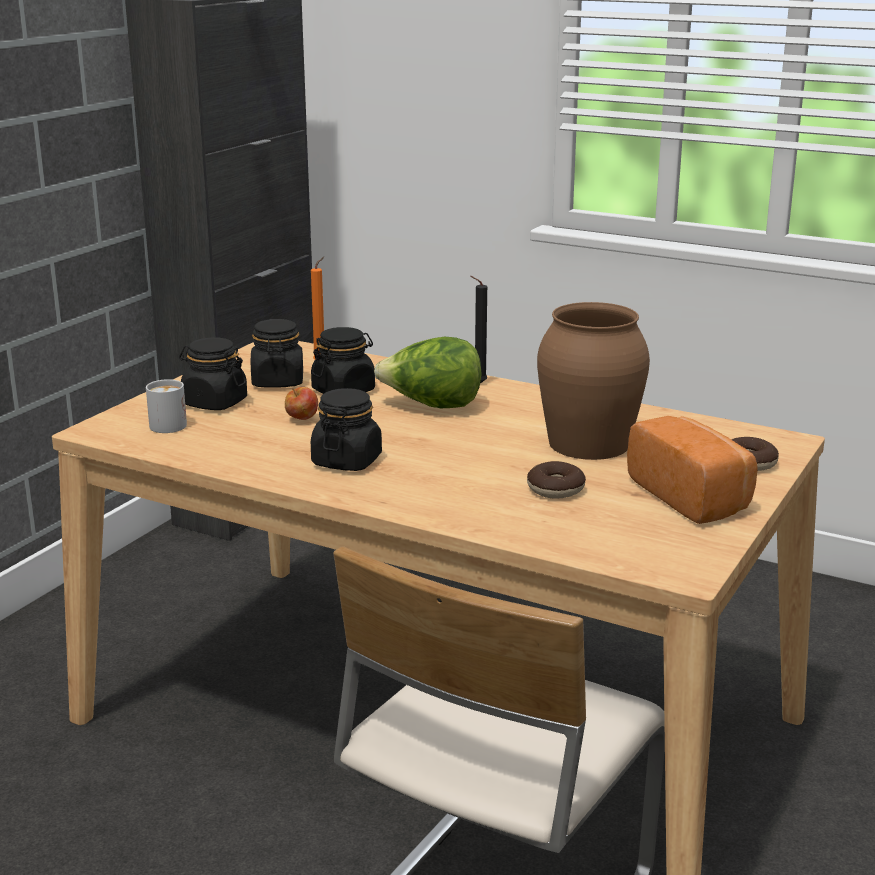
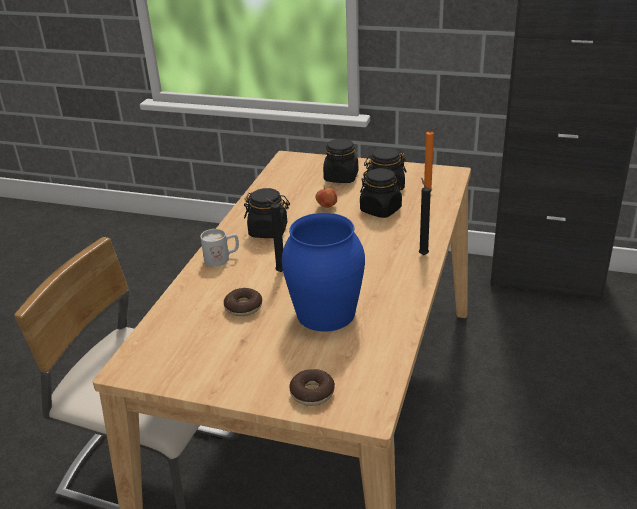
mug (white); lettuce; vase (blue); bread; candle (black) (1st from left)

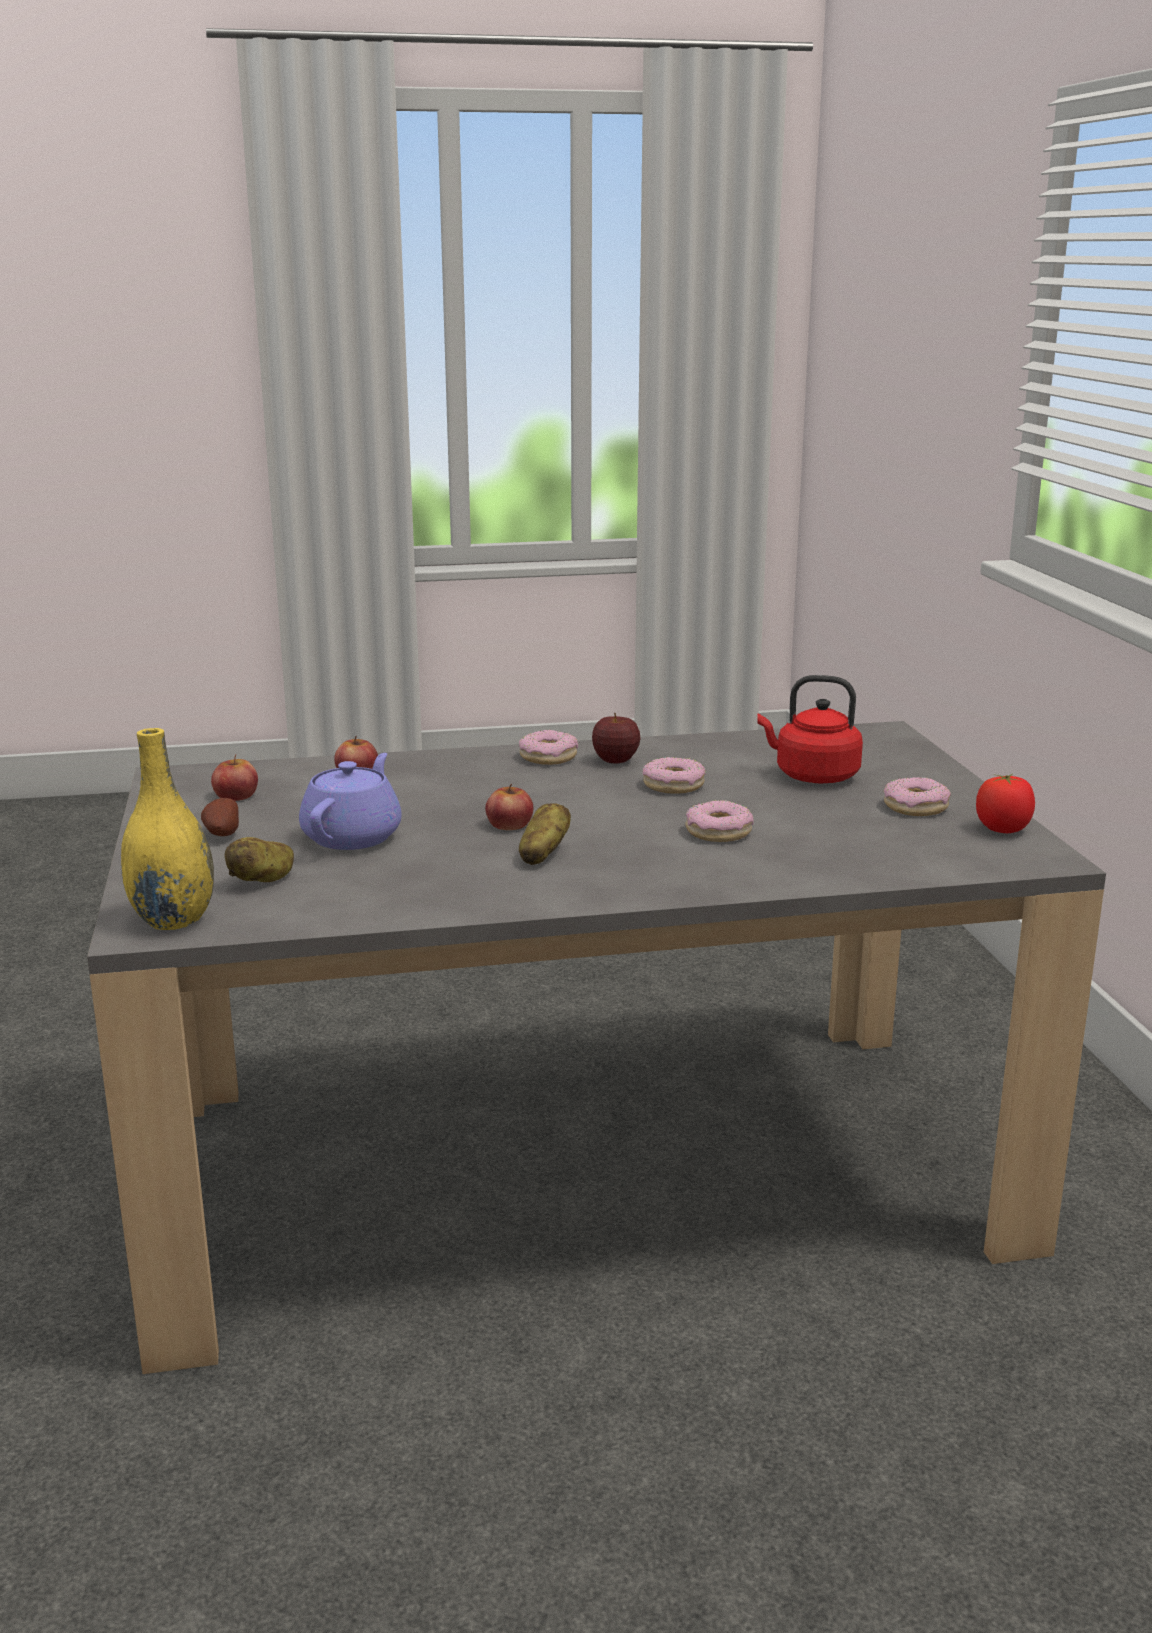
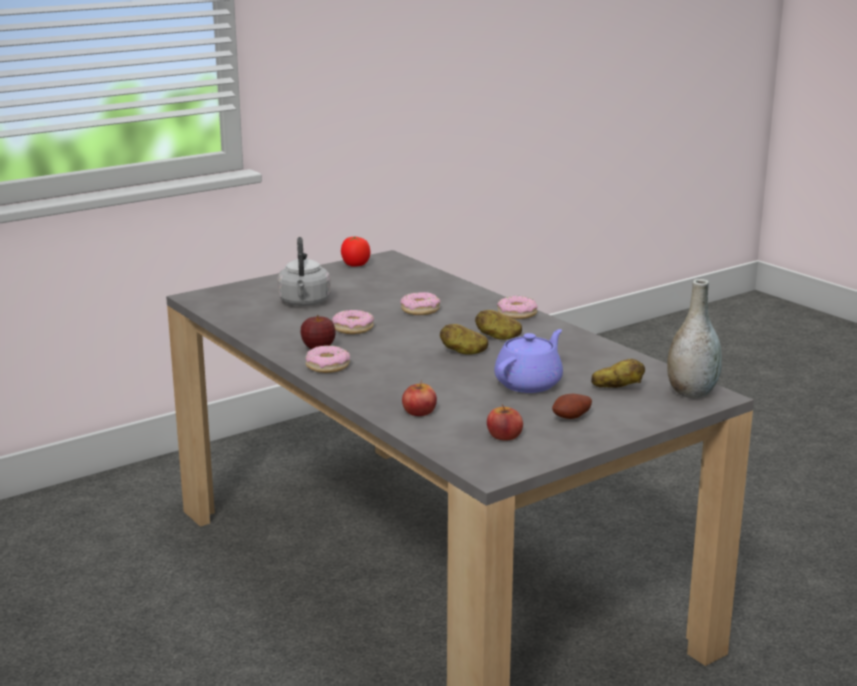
vase (grey); teapot (purple); potato (1st from left); kettle (grey); donut (4th from left)

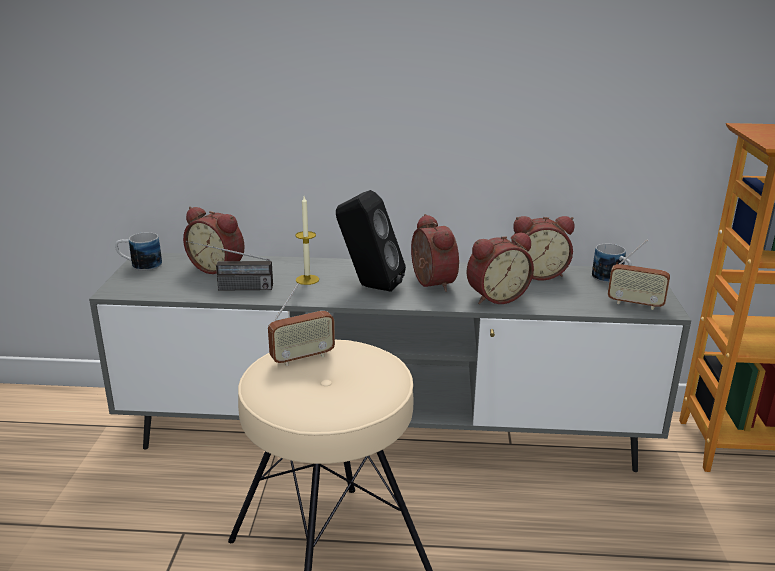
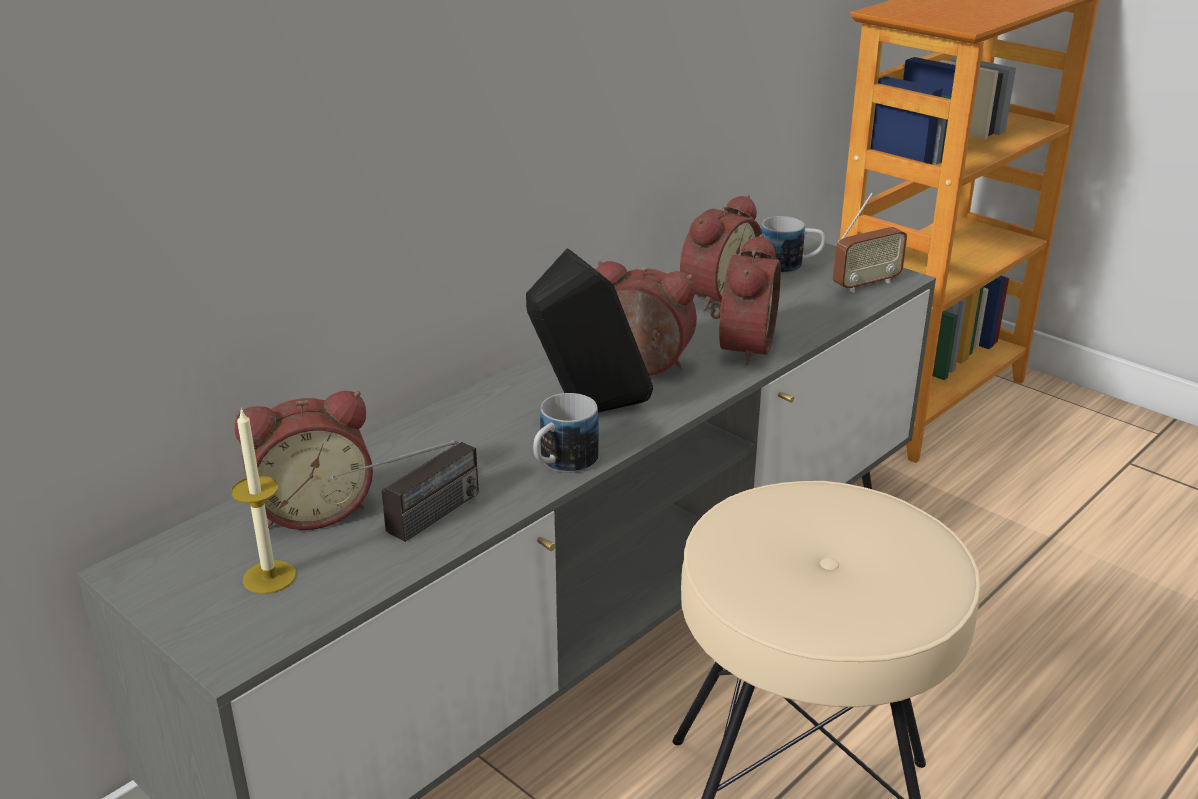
mug (1st from left); radio (2nd from left in the first image); candle

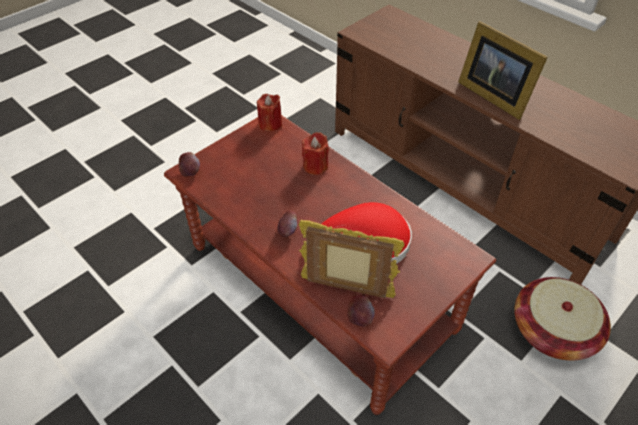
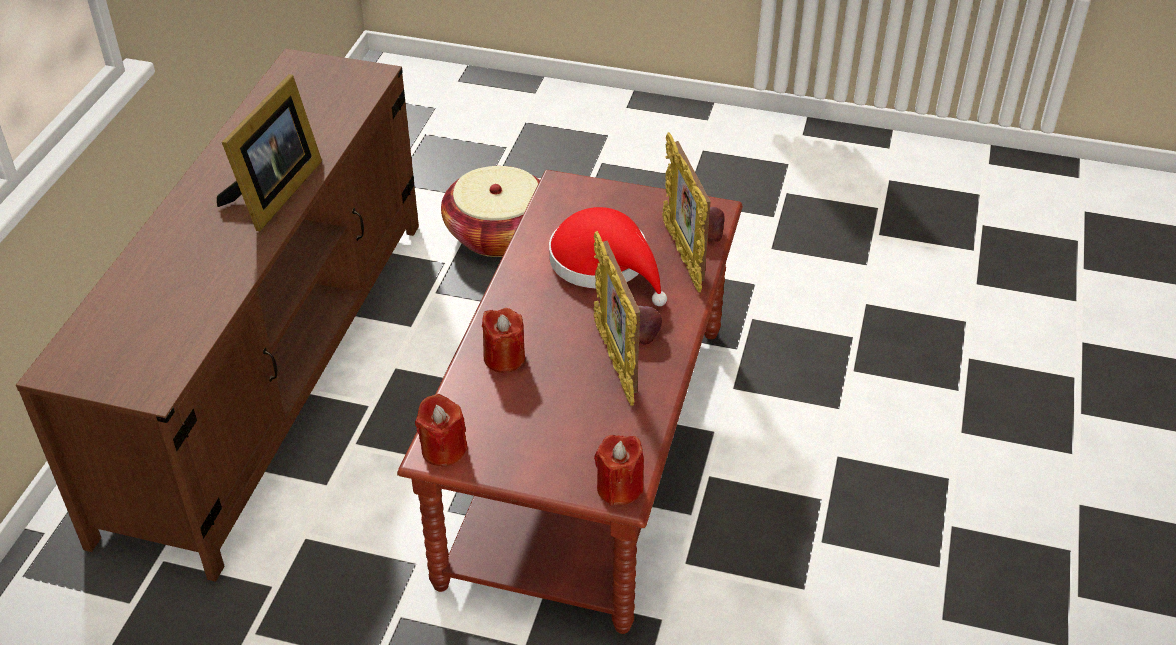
candle (red) (3rd from left); picture frame (2nd from left)

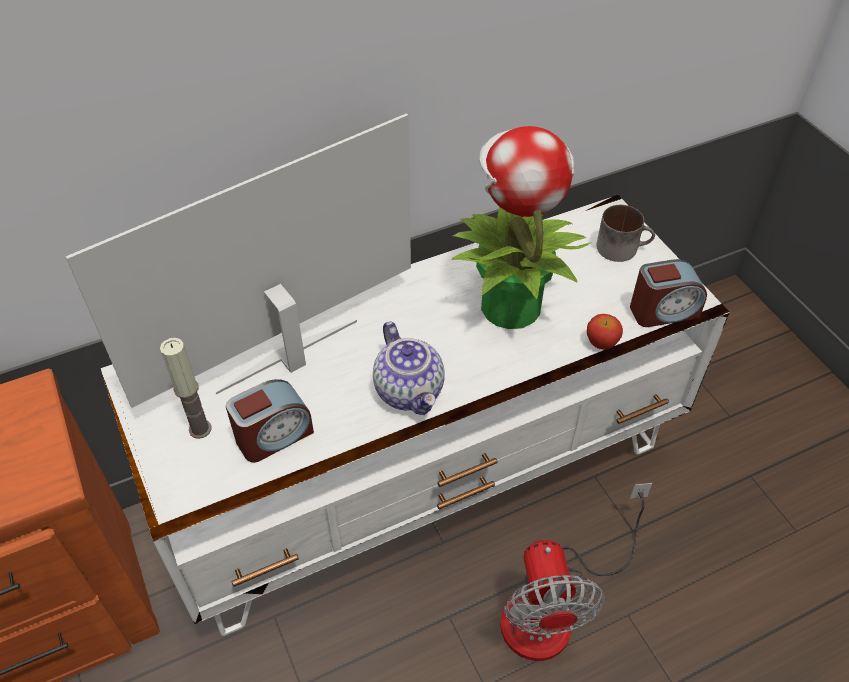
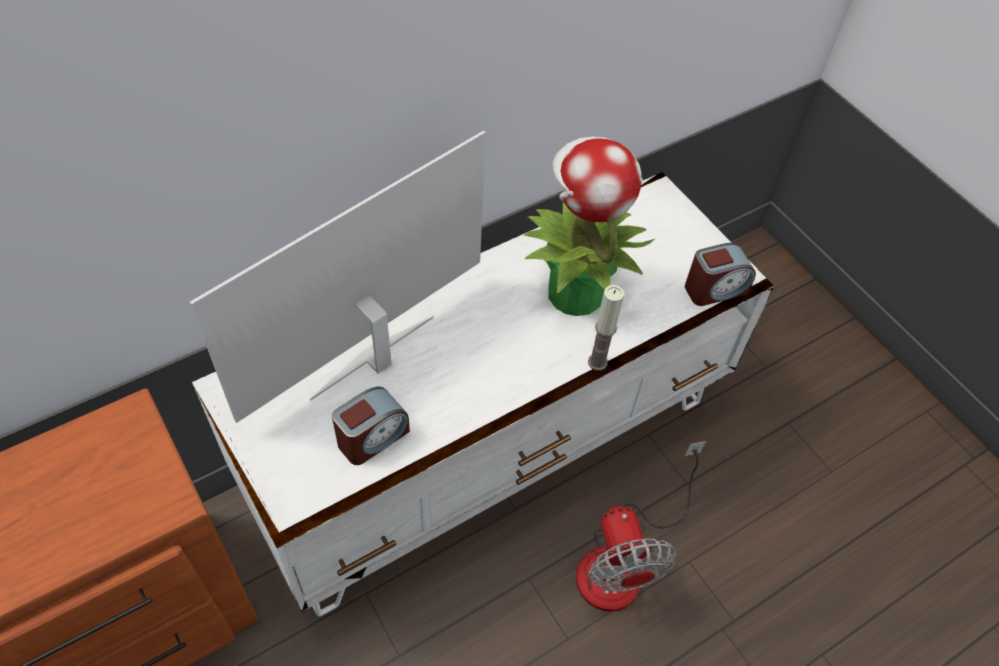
candle; teapot; apple; mug

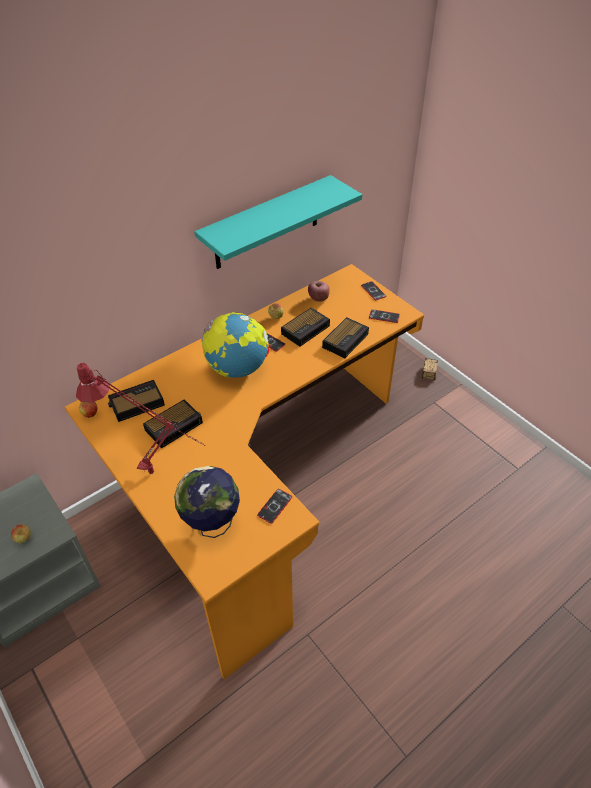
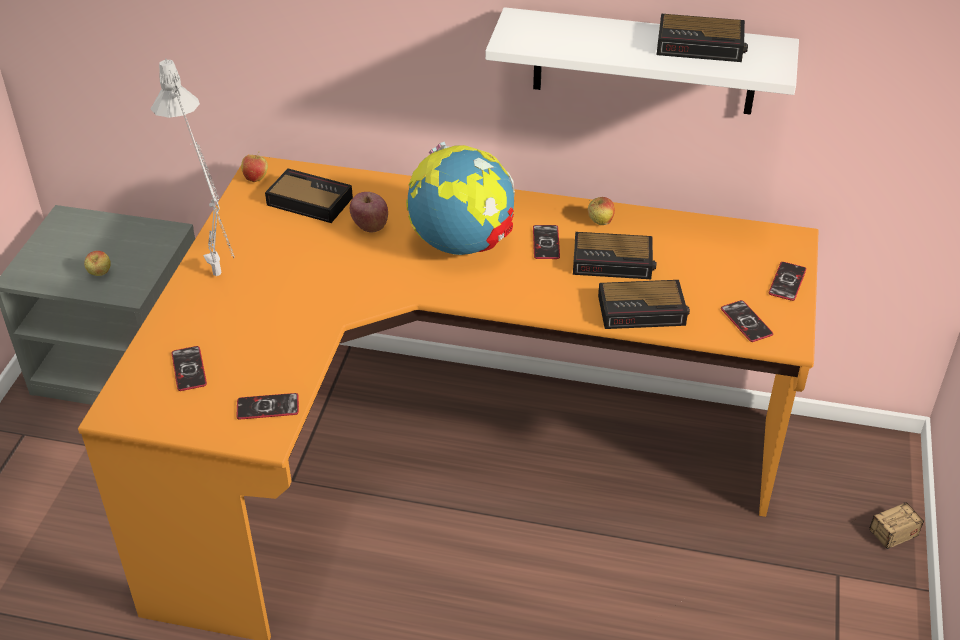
table lamp (grey); alarm clock (4th from left); phone (1st from left); shelf (white); apple (3rd from left)

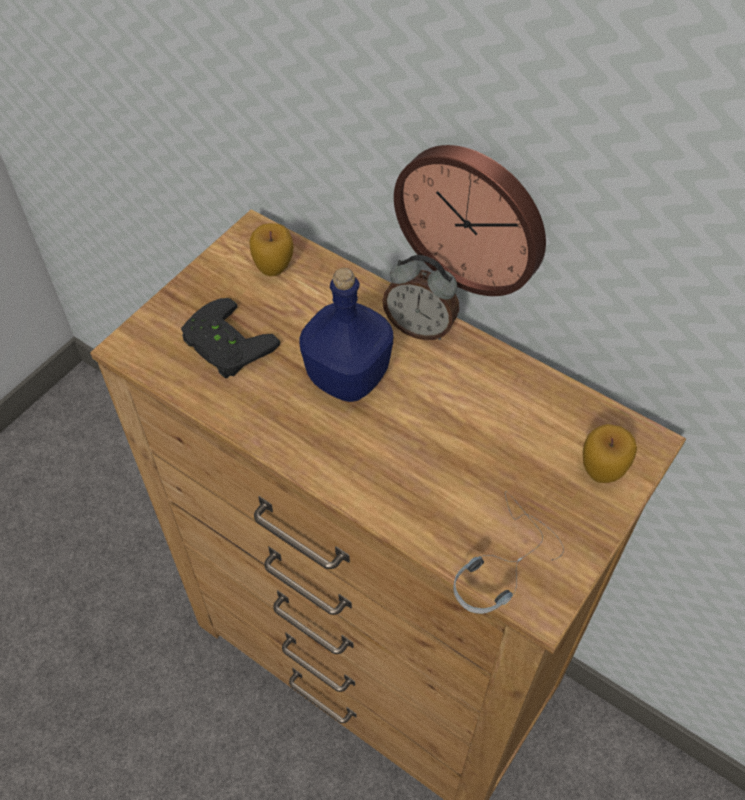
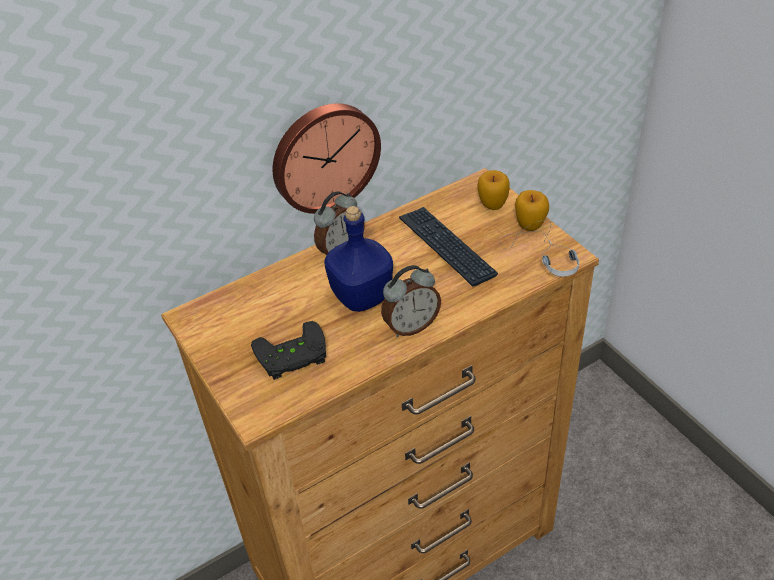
apple (2nd from left); alarm clock (2nd from left); keyboard

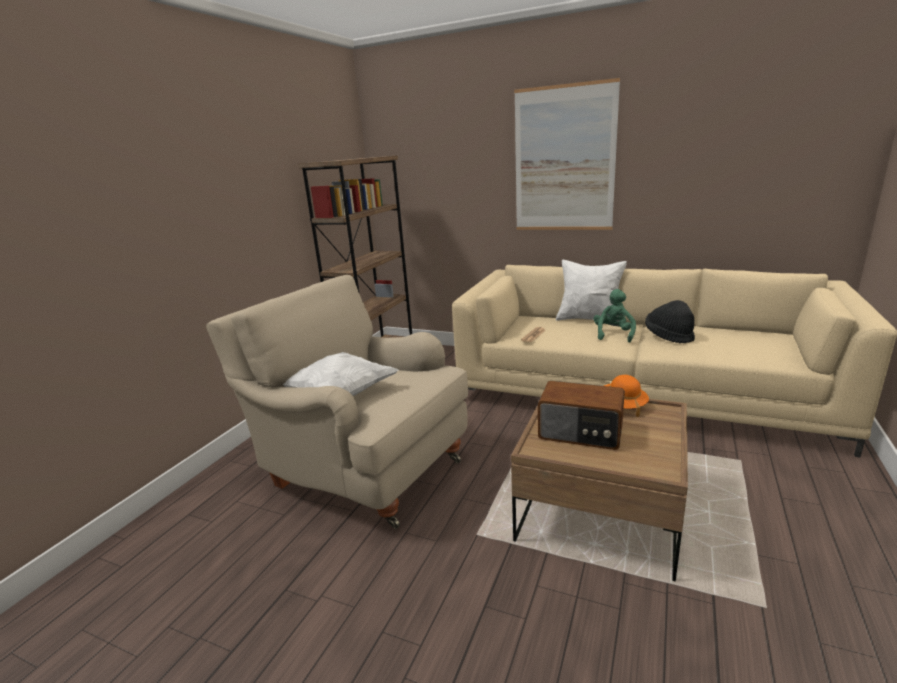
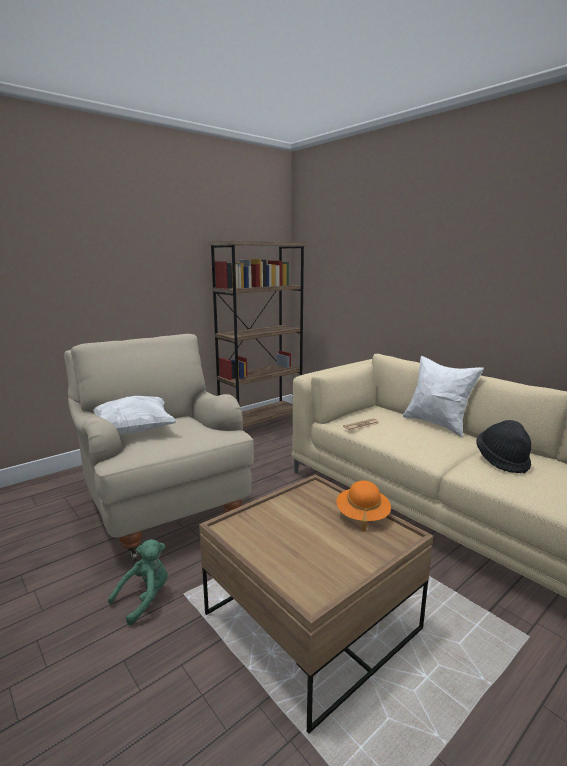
picture; radio; plush toy (green)

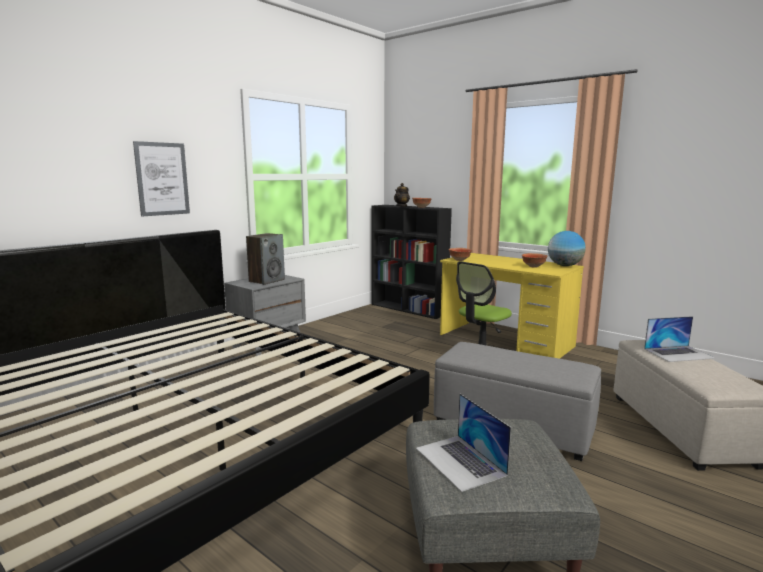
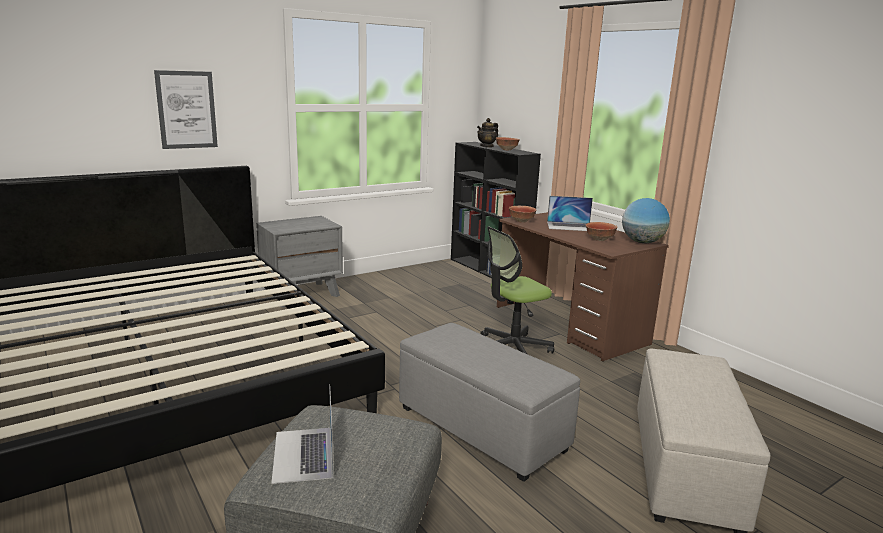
speaker; desk (brown); laptop (2nd from left)

